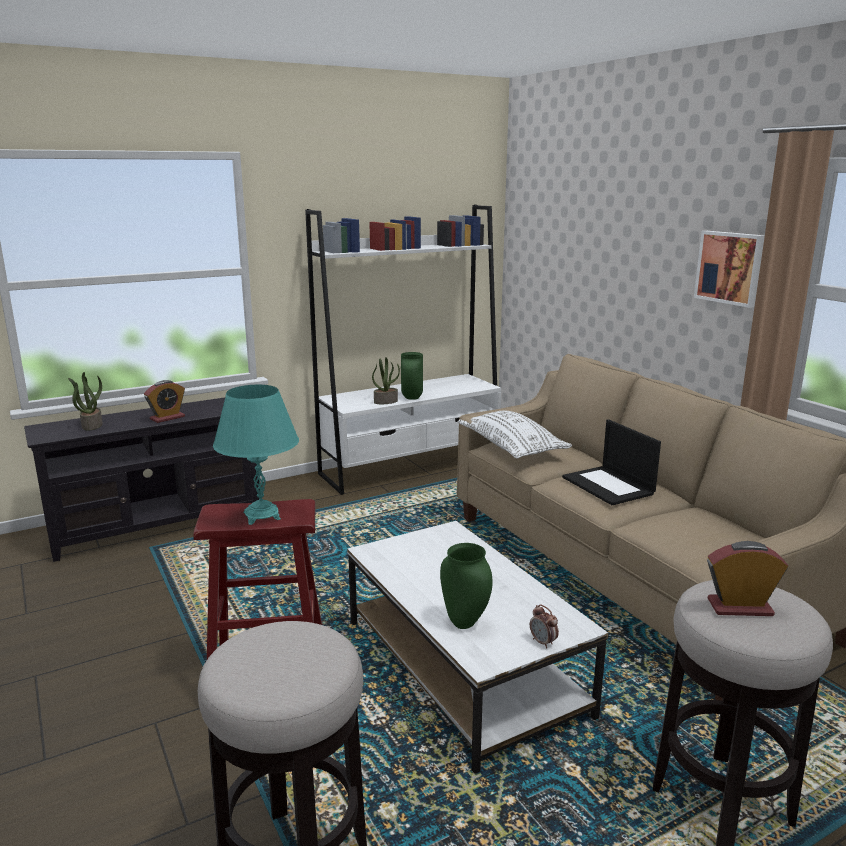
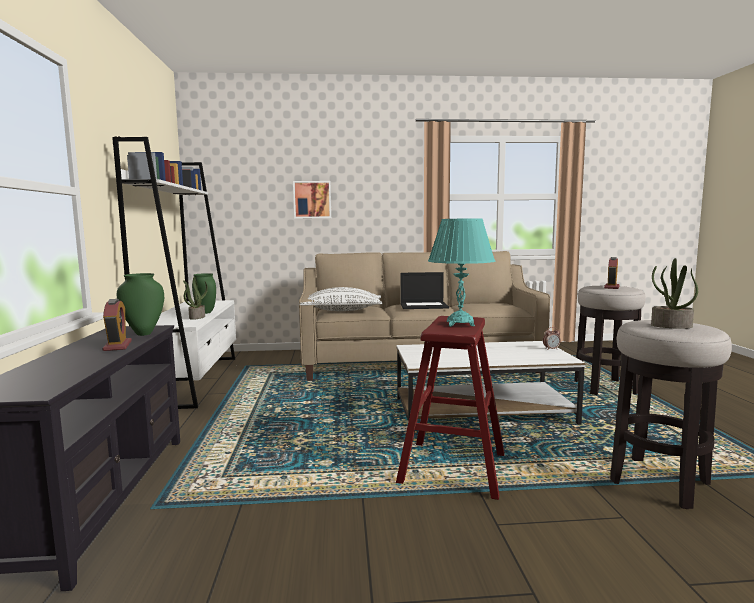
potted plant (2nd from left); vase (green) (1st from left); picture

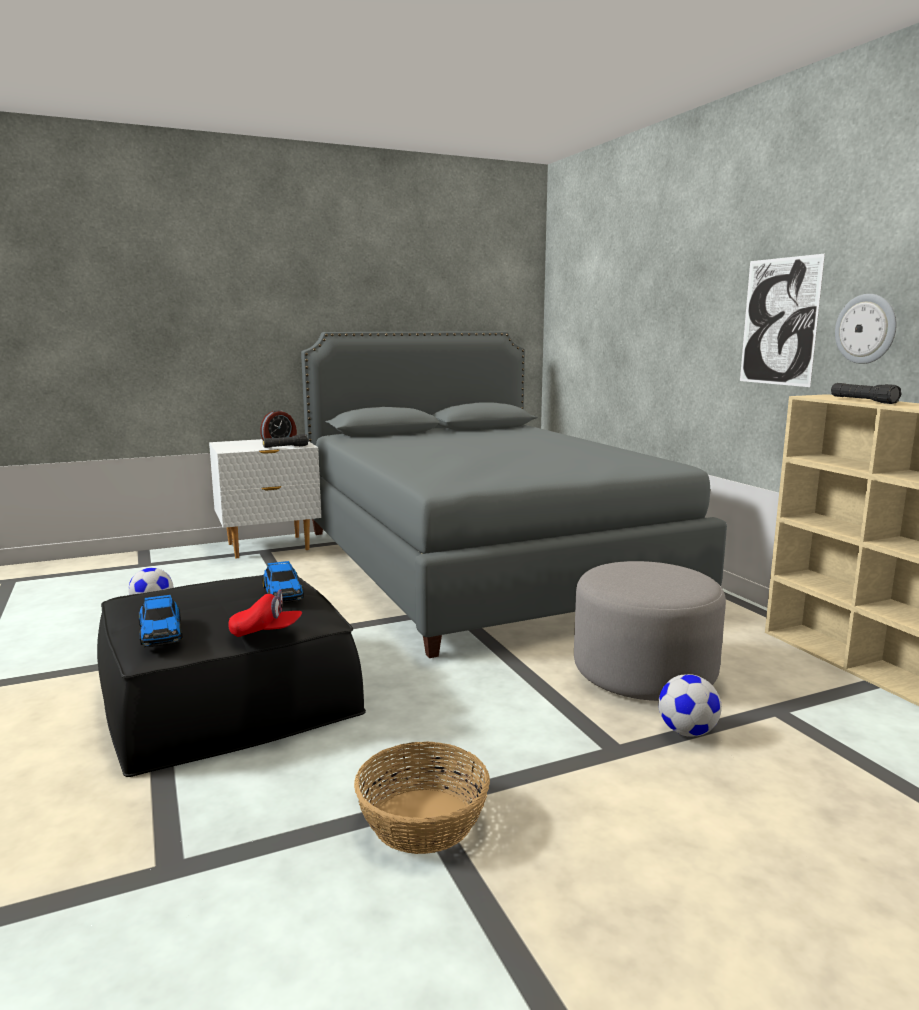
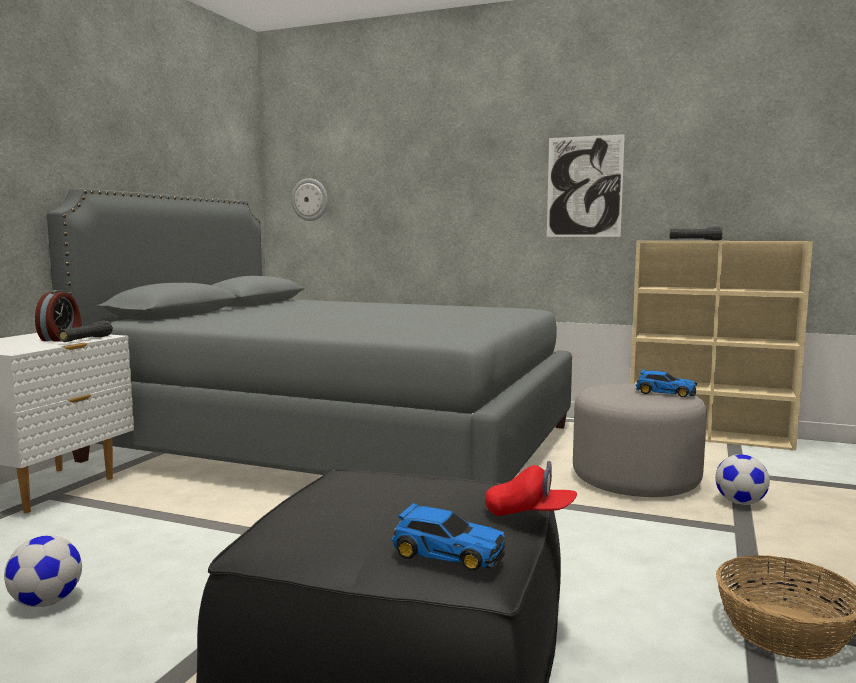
cap (red); toy car (2nd from left); wall clock

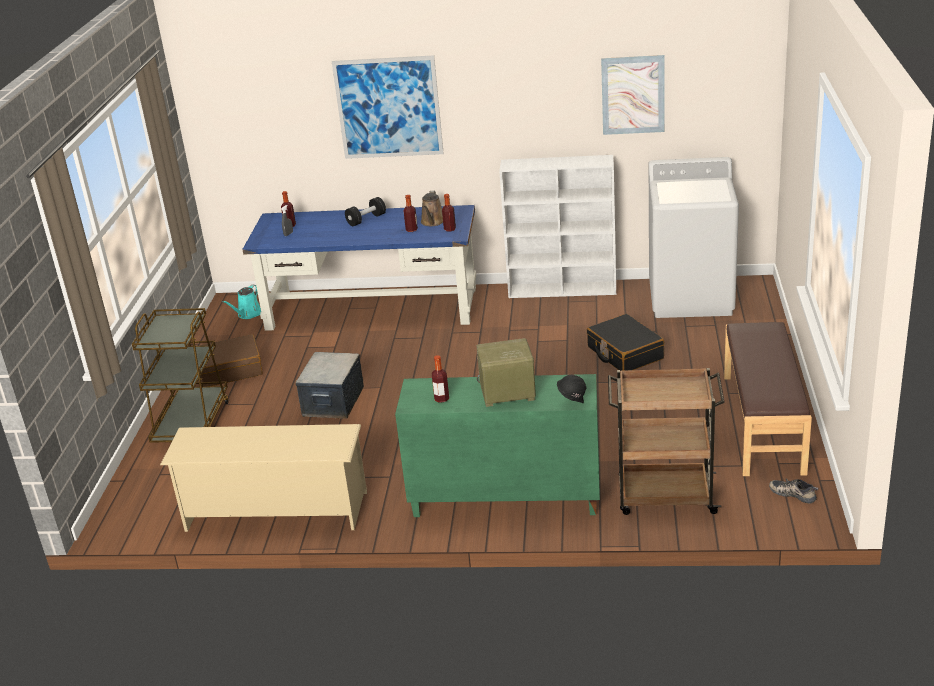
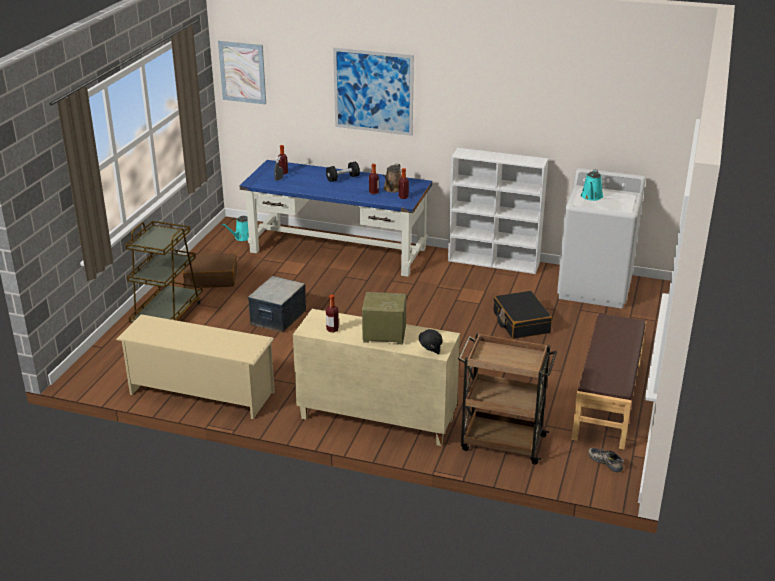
cabinet (beige); picture (1st from left); watering can (turquoise) (2nd from left)

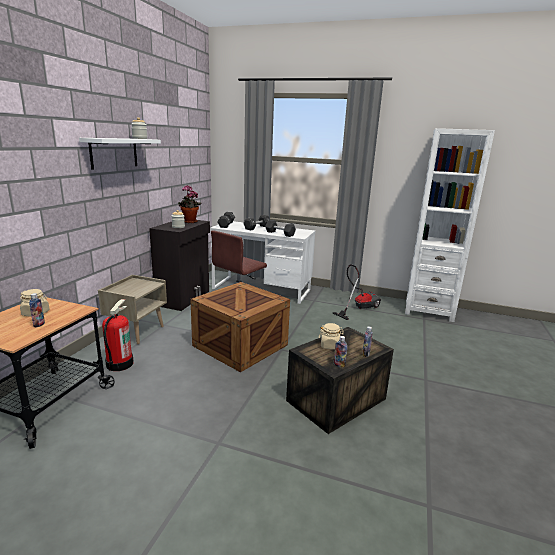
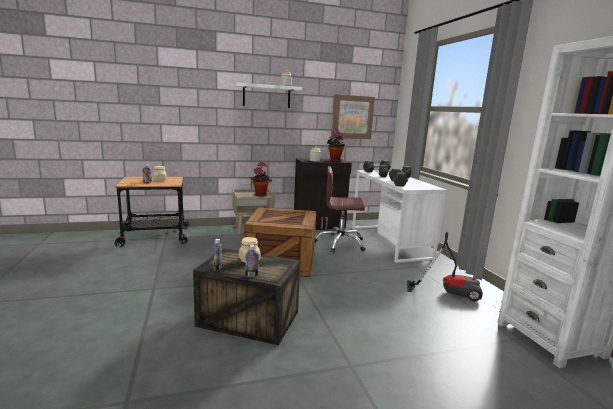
fire extinguisher; potted plant (1st from left); picture

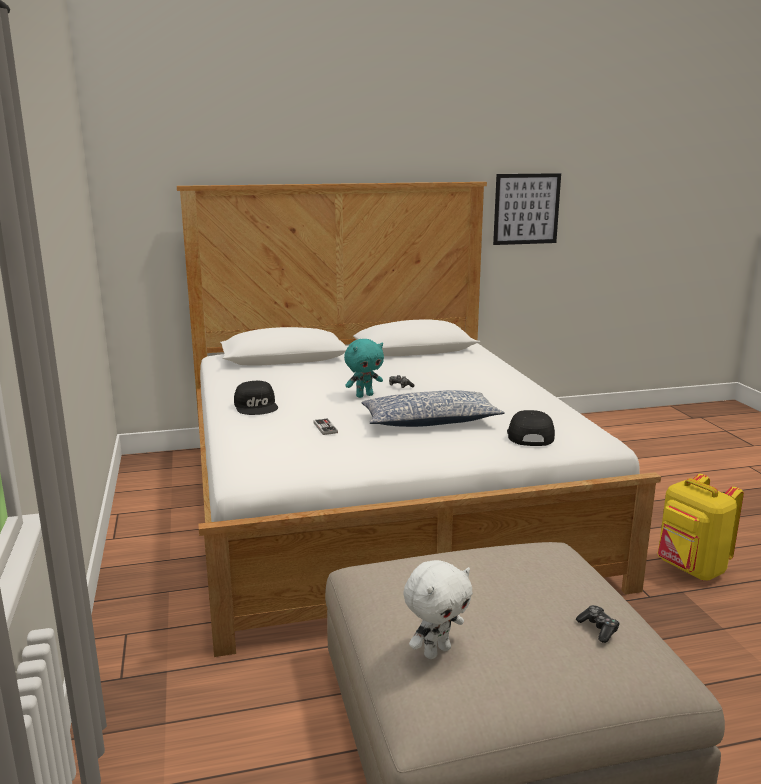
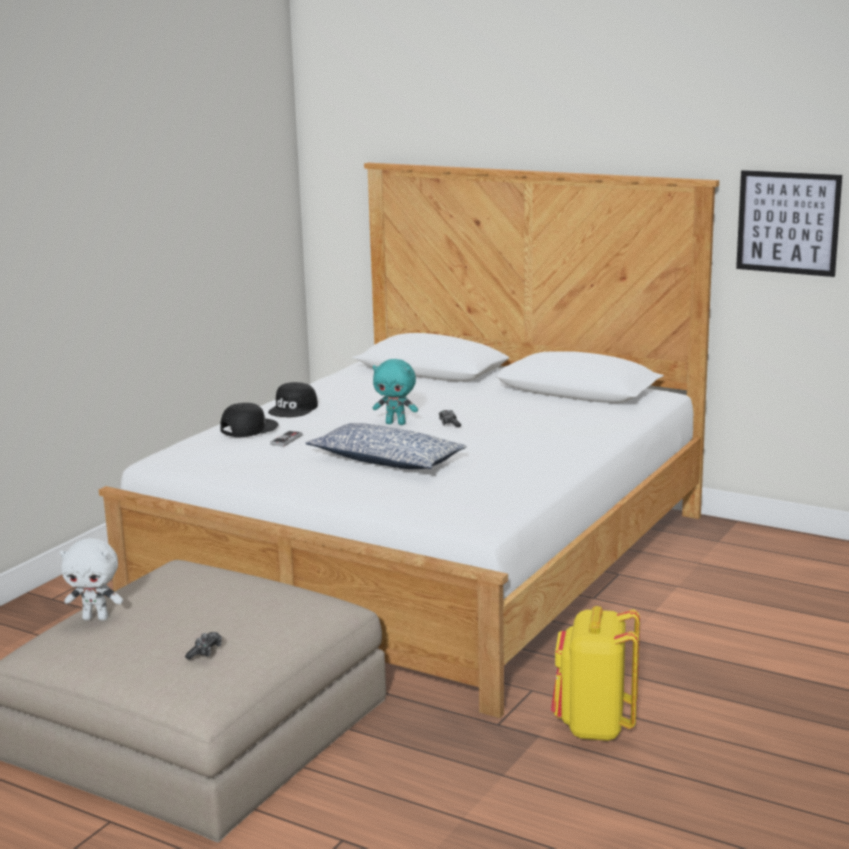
cap (black) (1st from left)

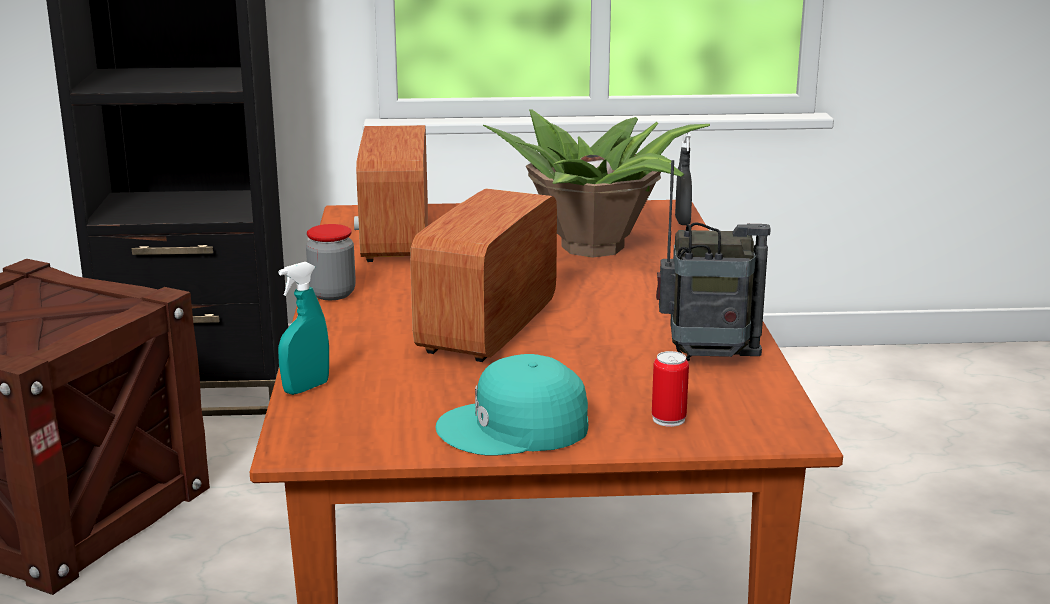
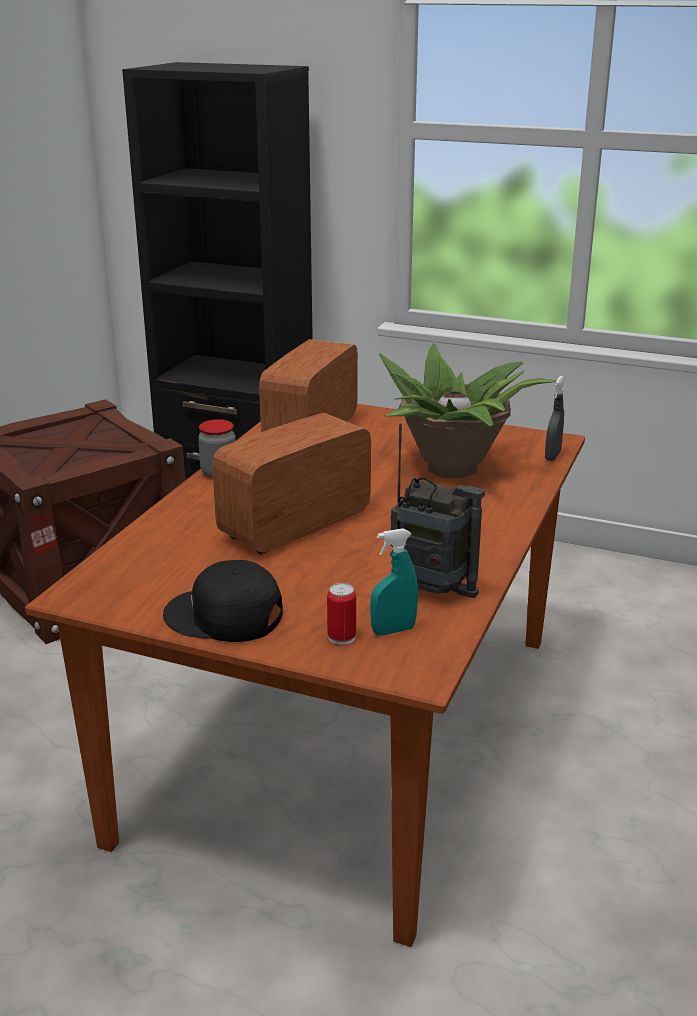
spray bottle (turquoise); cap (black)

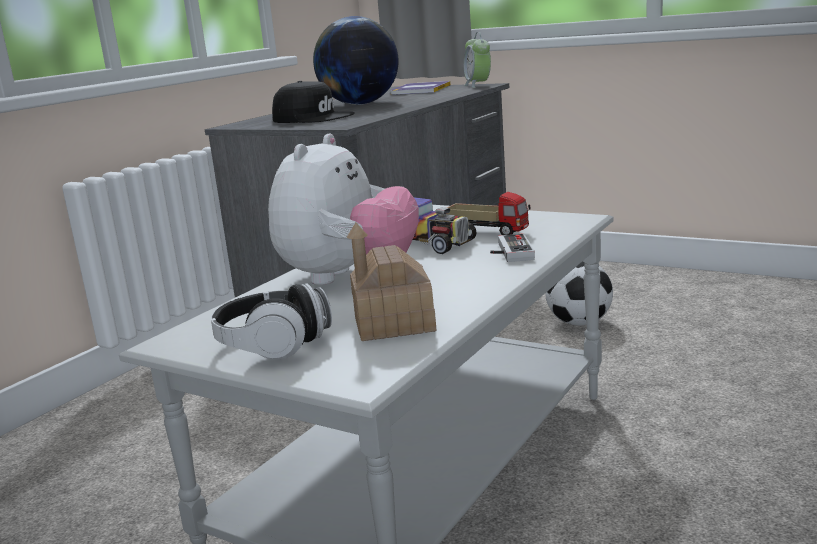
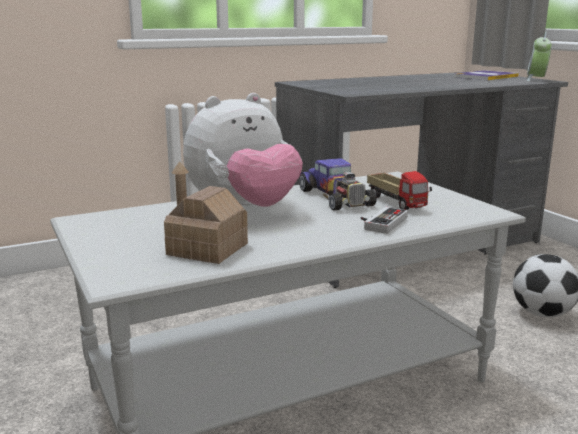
headphones; cap (black); globe

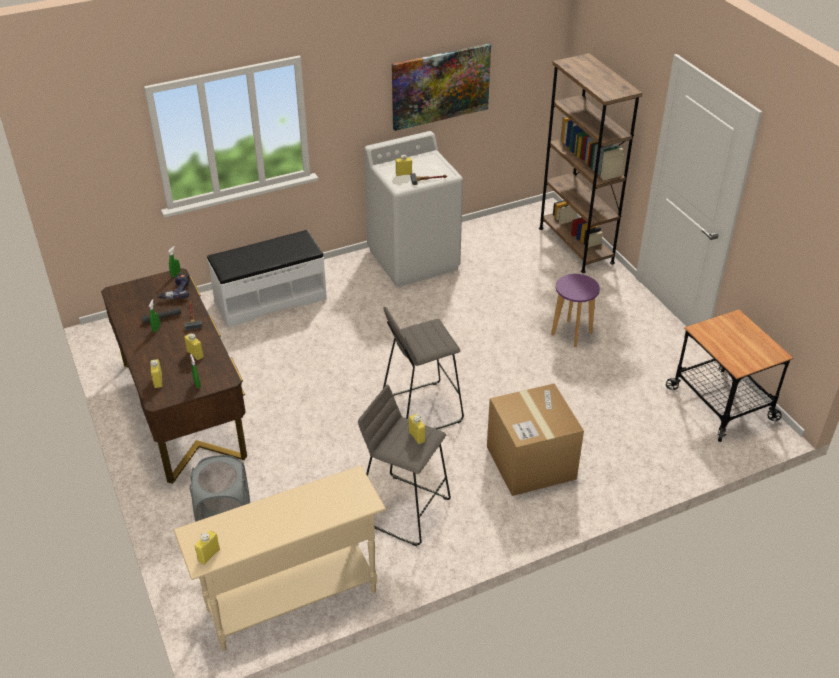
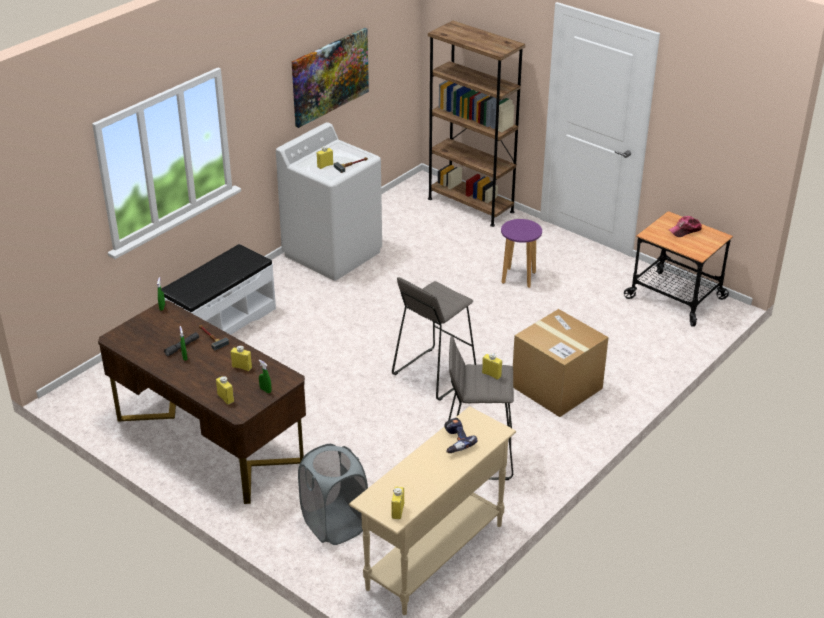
power drill; cap

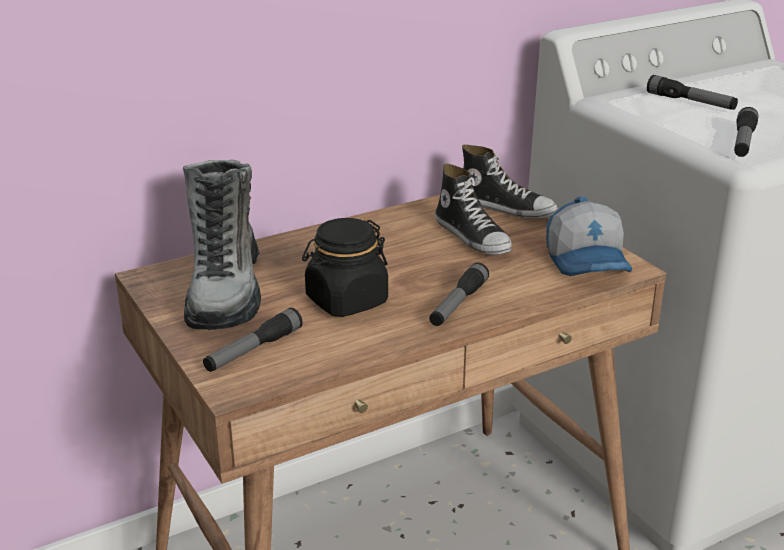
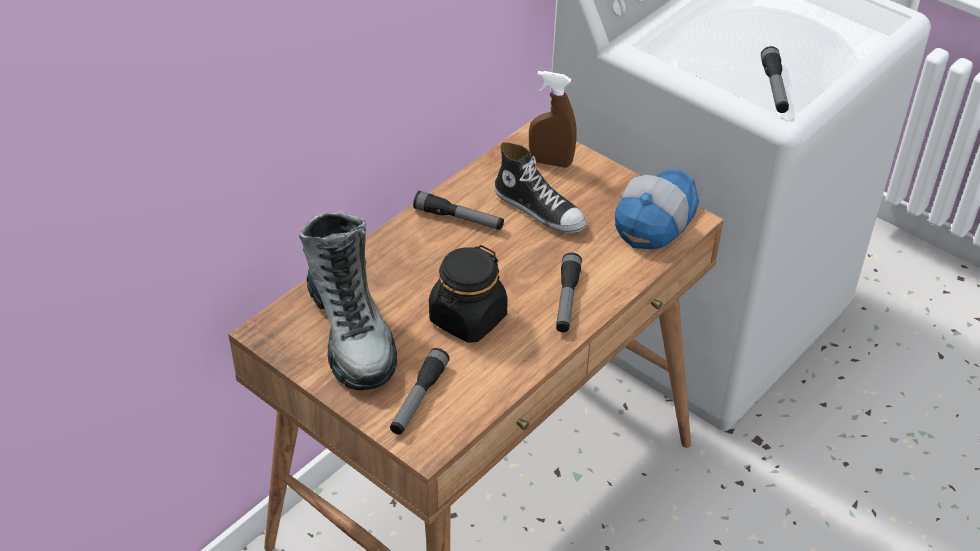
spray bottle (brown); cap; flashlight (2nd from left)

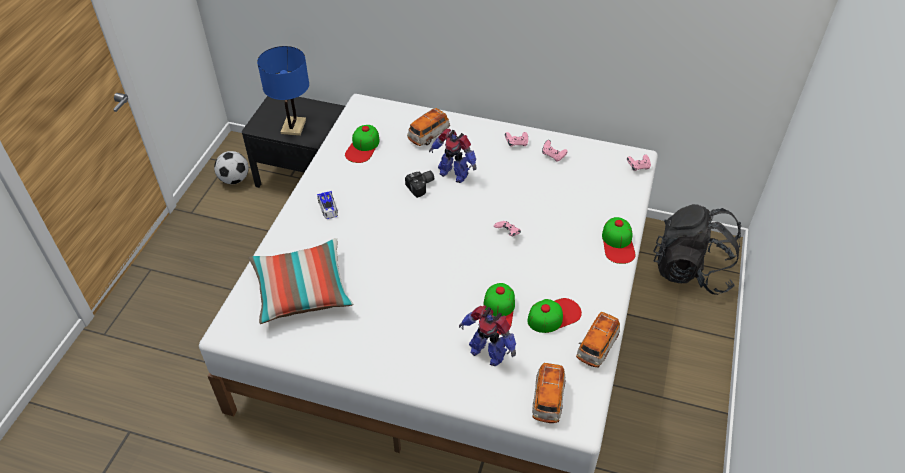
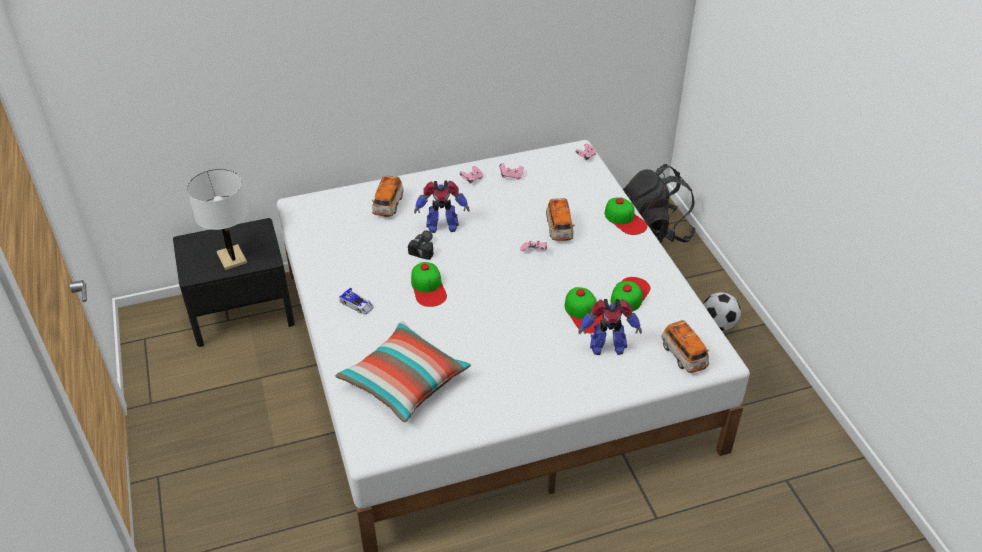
football; table lamp (white); cap (1st from left); toy car (3rd from left)

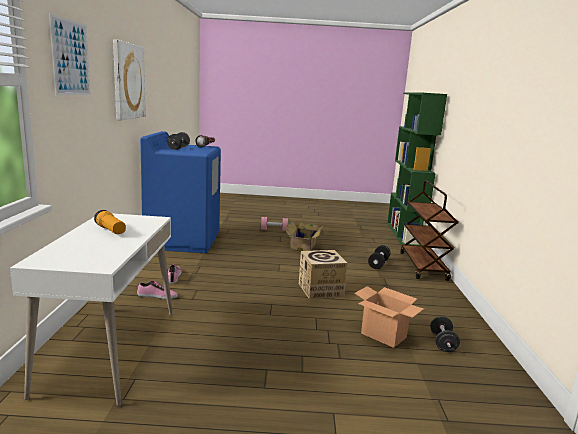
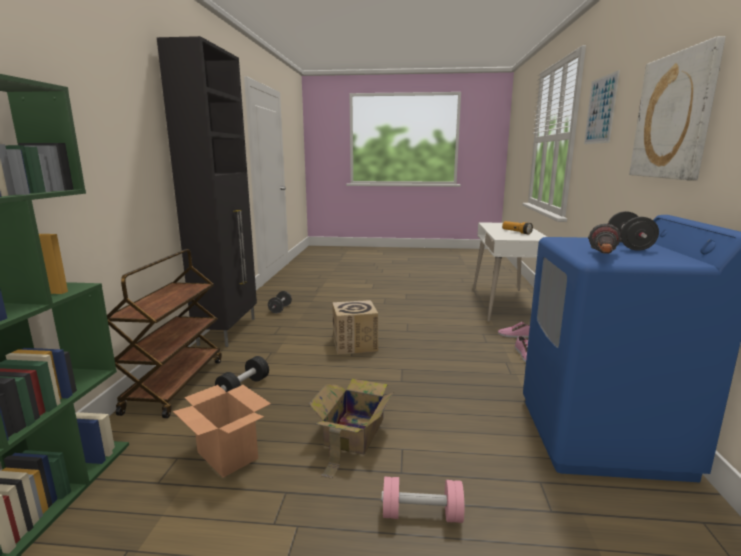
cardboard box (1st from left); cabinet (black)

